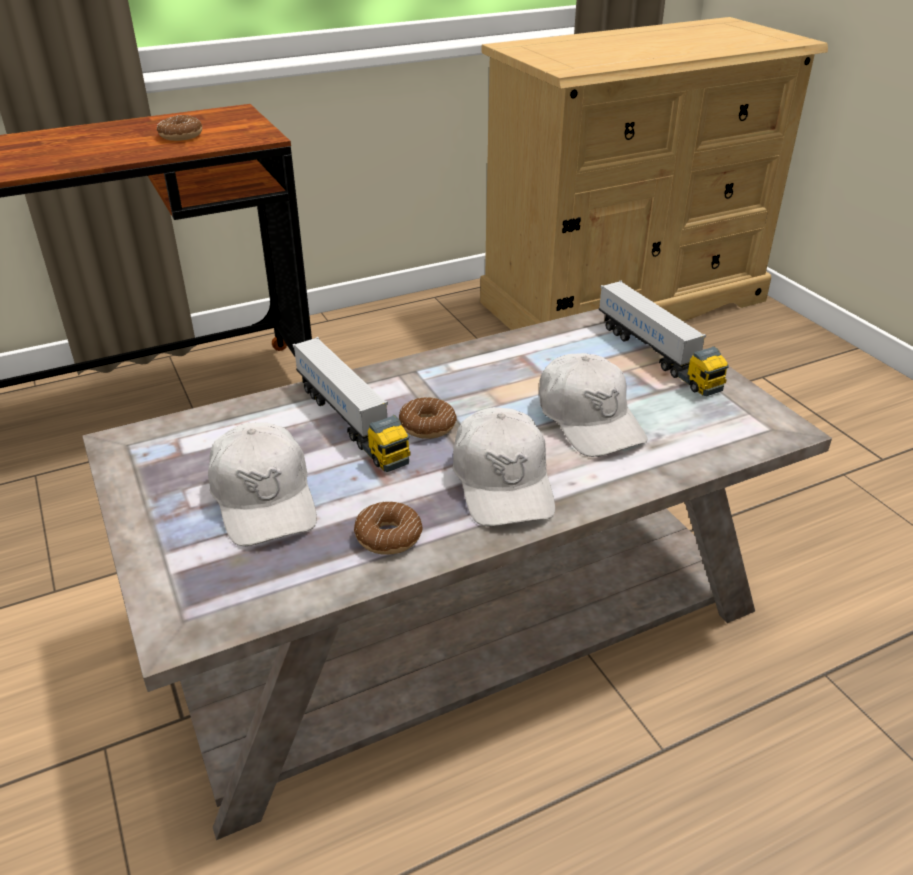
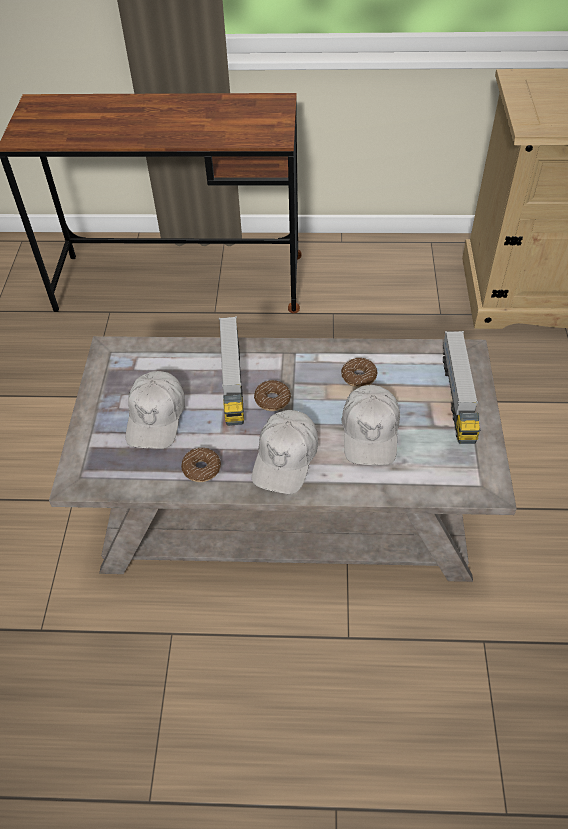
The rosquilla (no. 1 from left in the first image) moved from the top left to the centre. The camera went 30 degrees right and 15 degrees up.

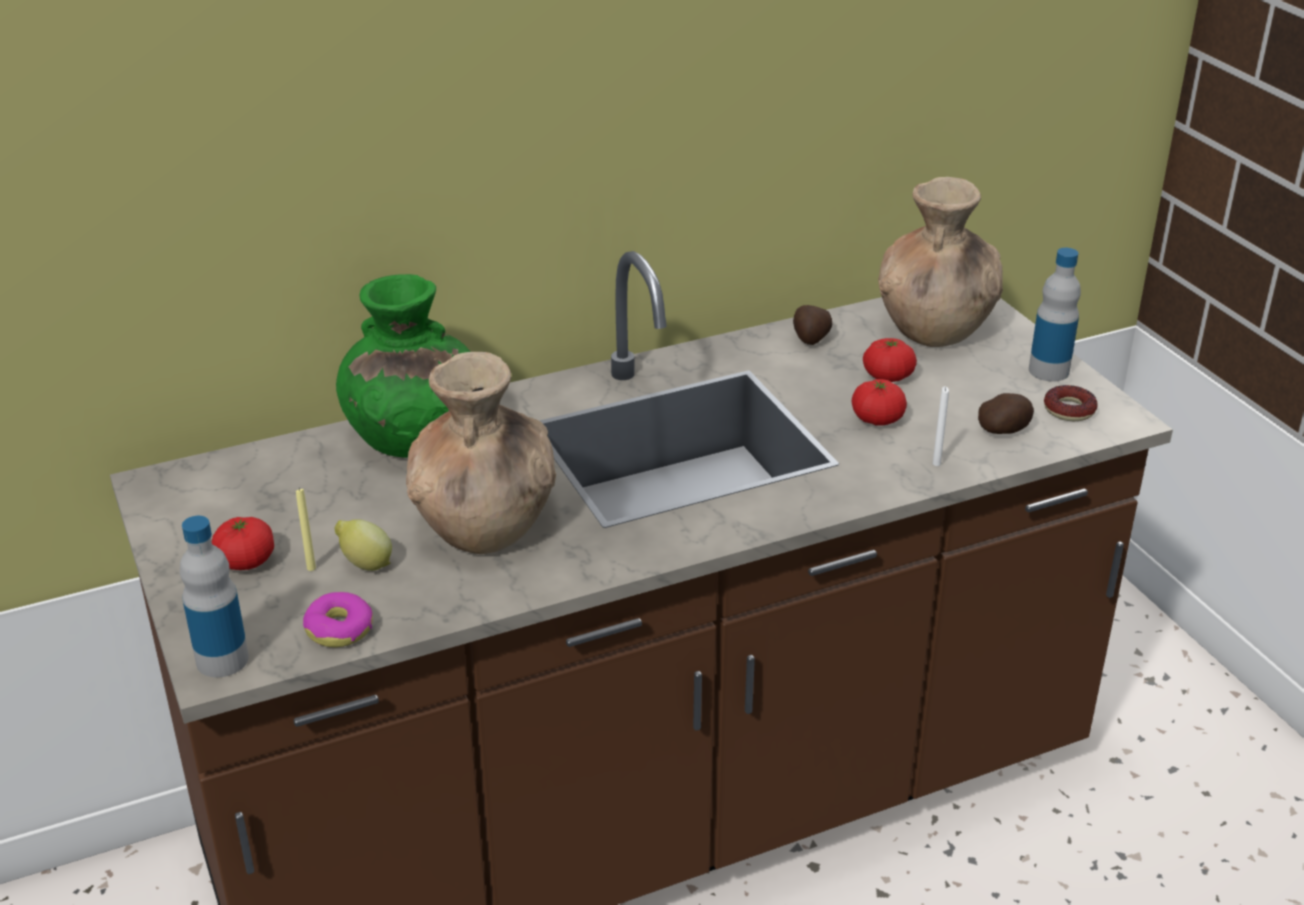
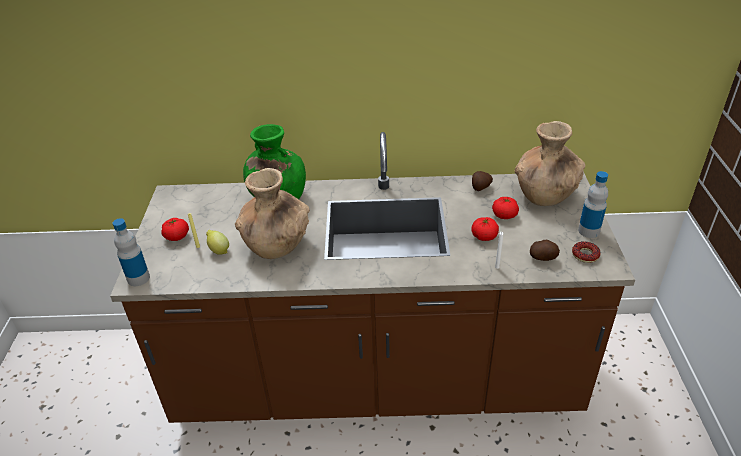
The rosquilla (no. 1 from left) at the bottom left disappeared. The camera went 25 degrees right and 5 degrees up.

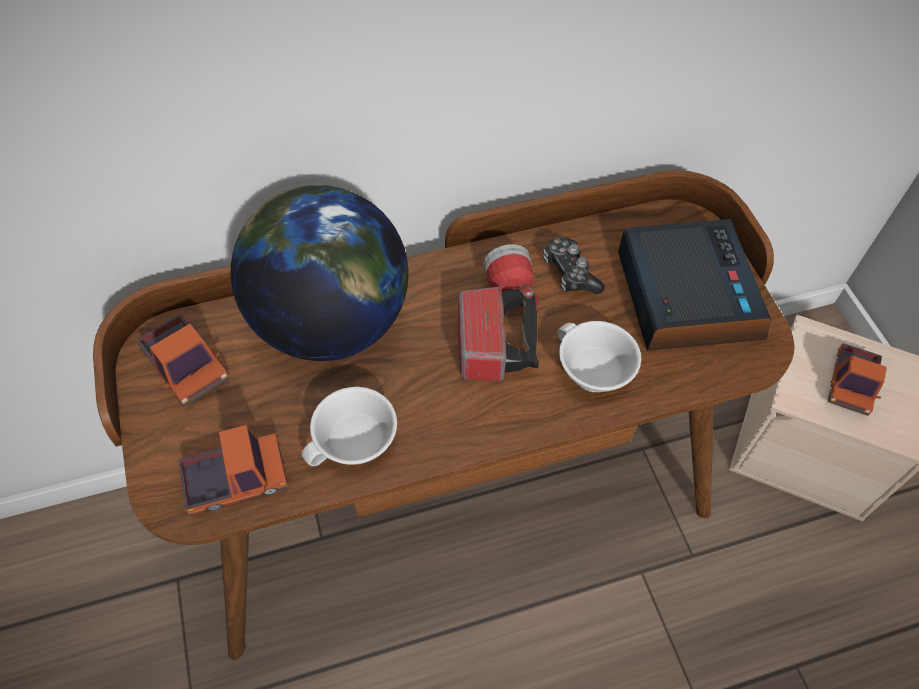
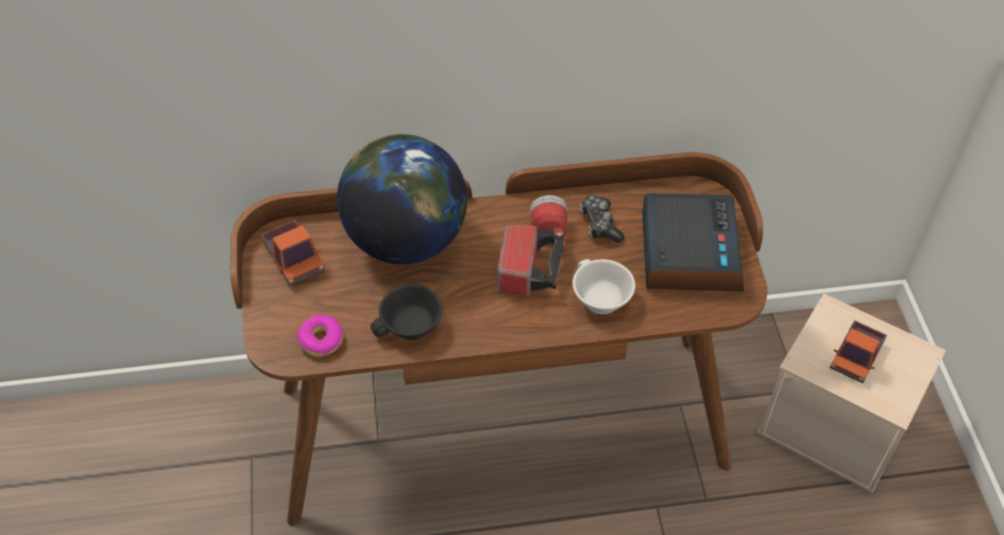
The taza/blanco (no. 1 from left) at the centre became the taza/negro at the centre. The camión de juguete (no. 2 from left) at the bottom left was replaced by the rosquilla at the middle left. The camera went 10 degrees right and 5 degrees down.

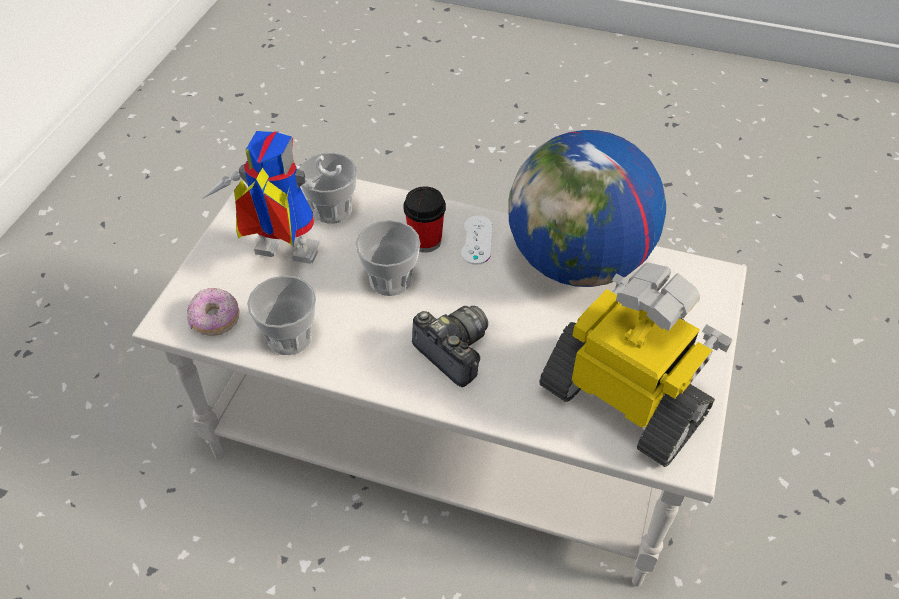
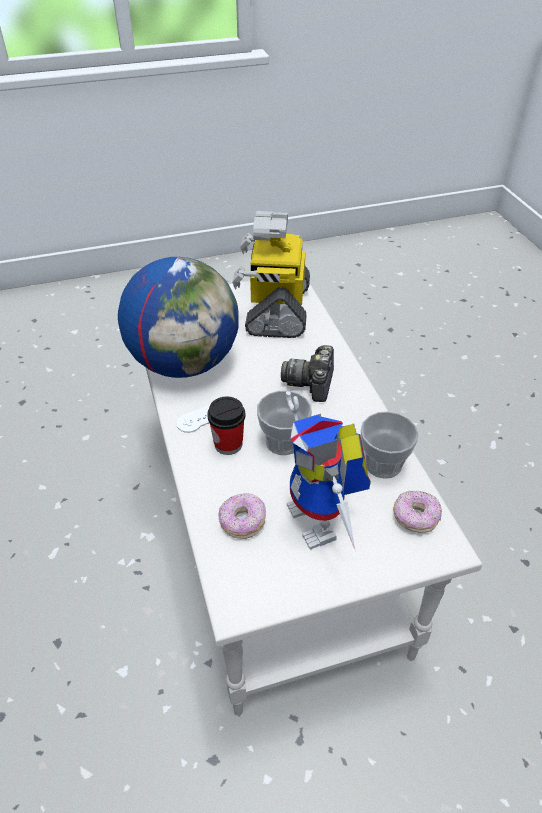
The taza (no. 2 from left) at the top centre was replaced by the rosquilla (no. 1 from left) at the centre. The camera went 125 degrees left and 5 degrees down.

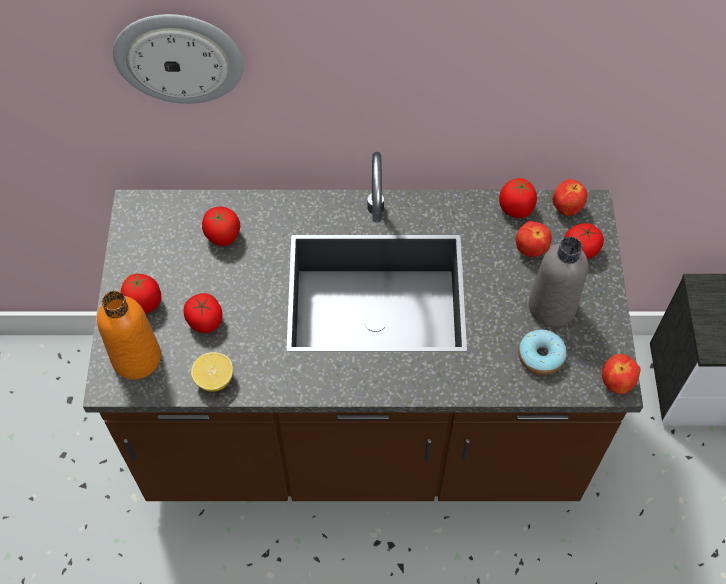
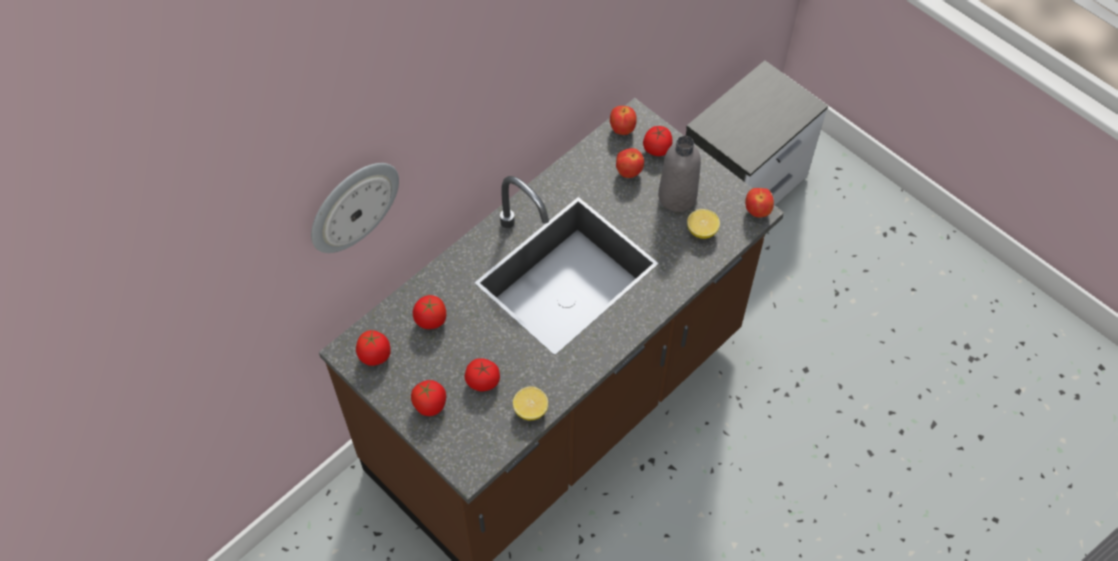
The tomate (no. 4 from left in the first image) moved from the middle right to the centre. The botella/naranja at the middle left disappeared. The rosquilla at the middle right was replaced by the limón (no. 2 from left) at the centre. The camera went 45 degrees left and 0 degrees up.

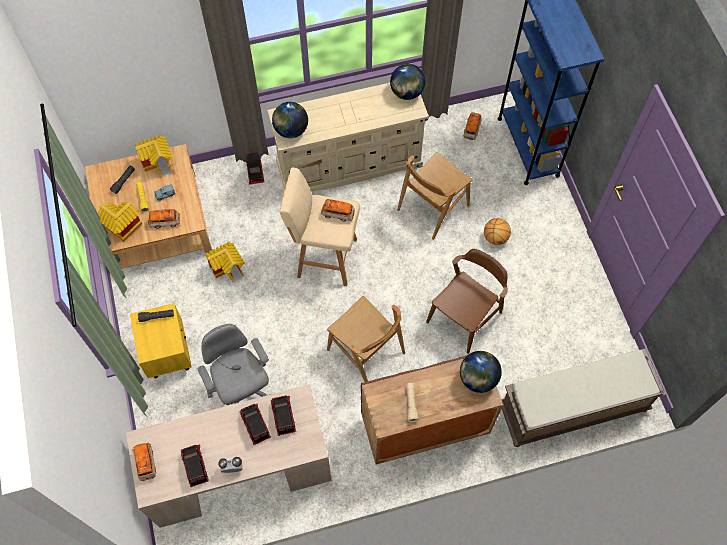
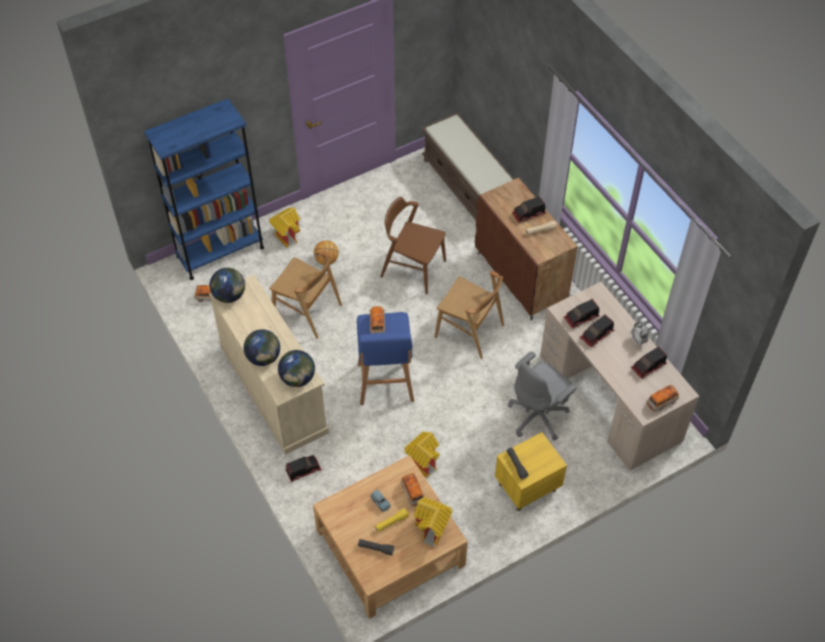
The casita (no. 2 from left in the first image) moved from the top left to the centre. The taburete/beis at the centre became the taburete/azul at the centre. The silla/marrón (no. 1 from left in the first image) at the centre turned 90 degrees clockwise. The globo terráqueo (no. 3 from left in the first image) moved from the bottom centre to the middle left. The camión de juguete (no. 2 from left) at the top centre appeared. The camera went 105 degrees left and 10 degrees down.

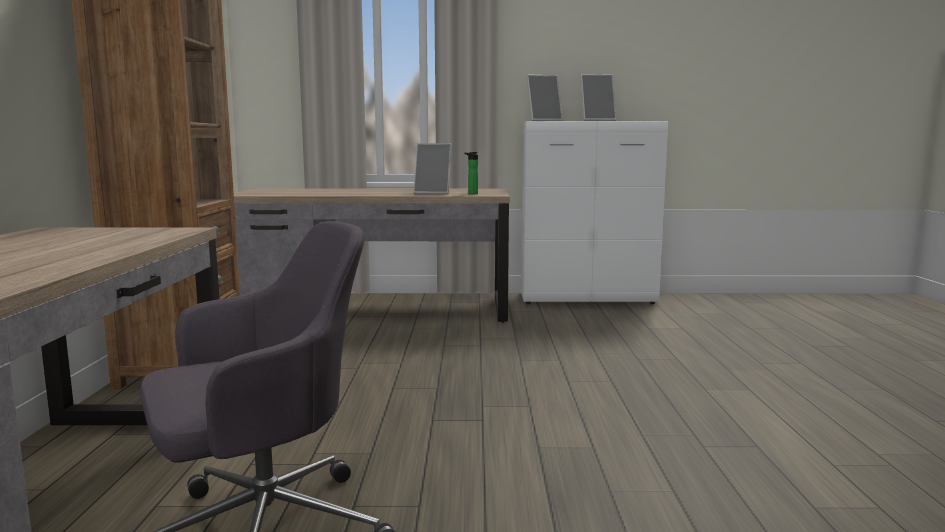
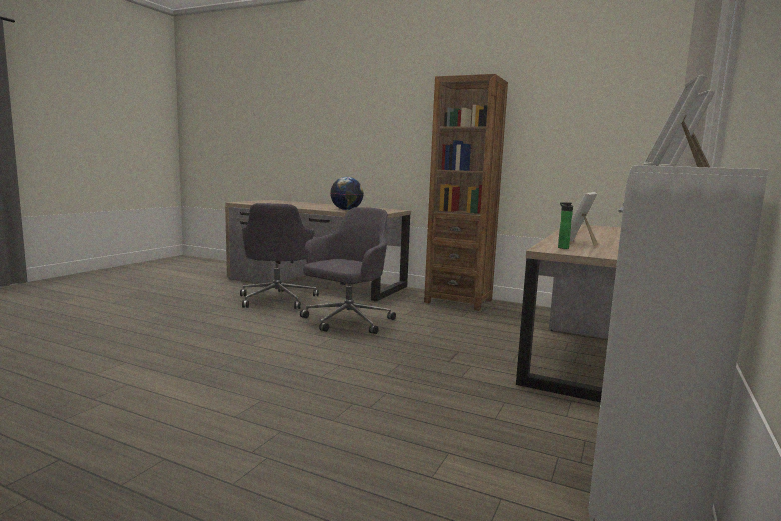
The globo terráqueo at the centre appeared. The silla de oficina/gris (no. 2 from left) at the centre appeared. The camera went 115 degrees right and 0 degrees up.

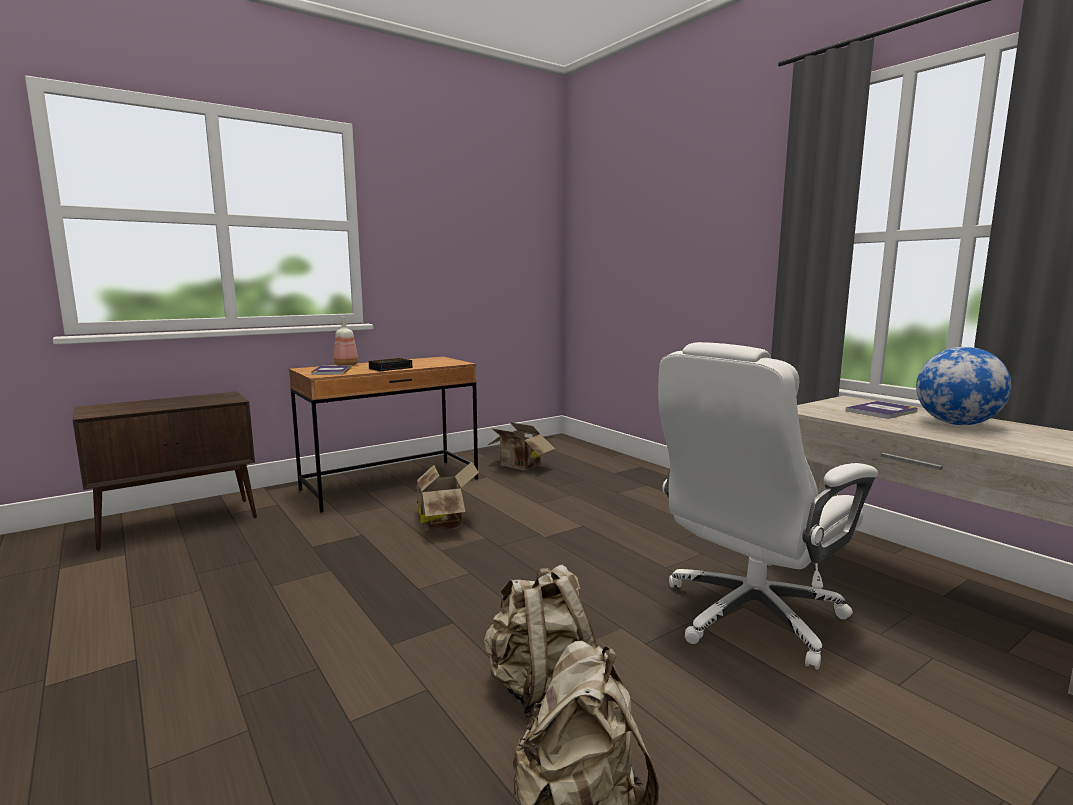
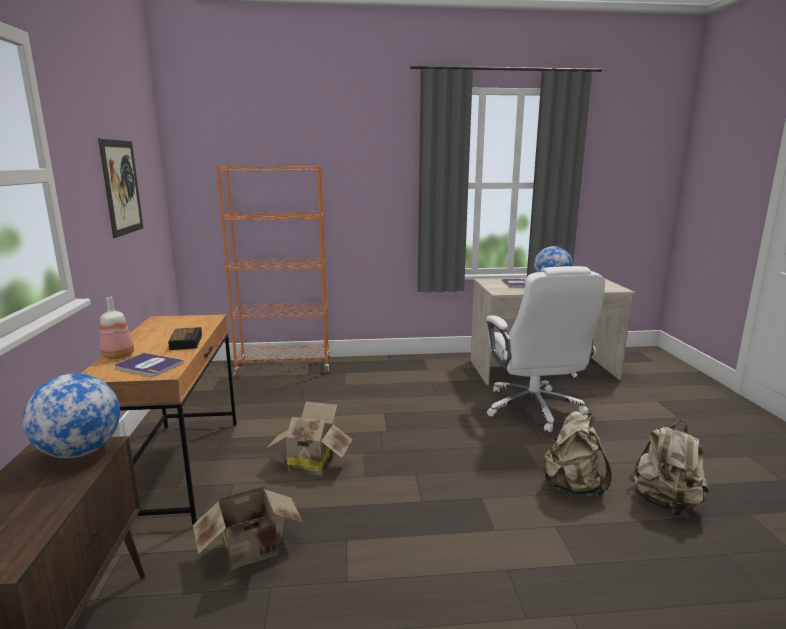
The caja de cartón (no. 2 from left in the first image) moved from the centre to the bottom left. The cuadro at the top left appeared. The estantería/naranja at the centre appeared. The globo terráqueo (no. 1 from left) at the middle left appeared. The camera went 60 degrees left and 5 degrees up.

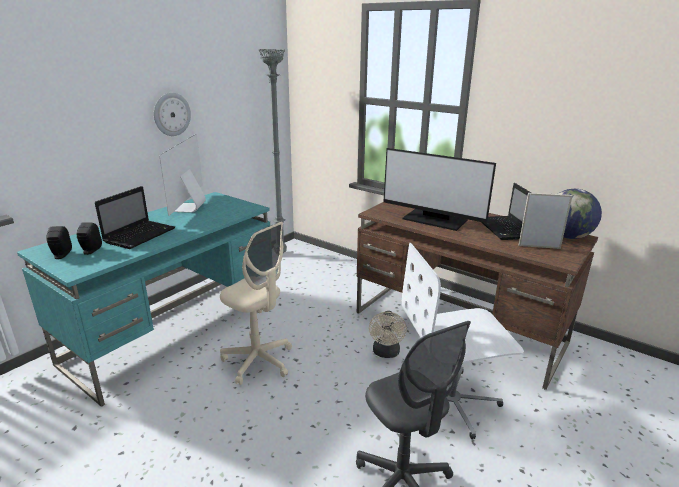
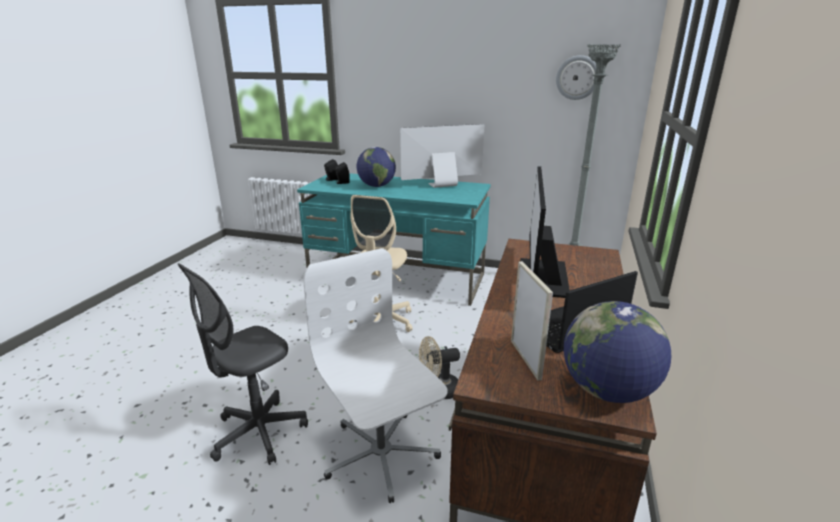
The reloj de pared moved from the top left to the top right. The portátil (no. 1 from left) at the middle left was replaced by the globo terráqueo (no. 1 from left) at the top centre. The camera went 70 degrees right and 0 degrees up.

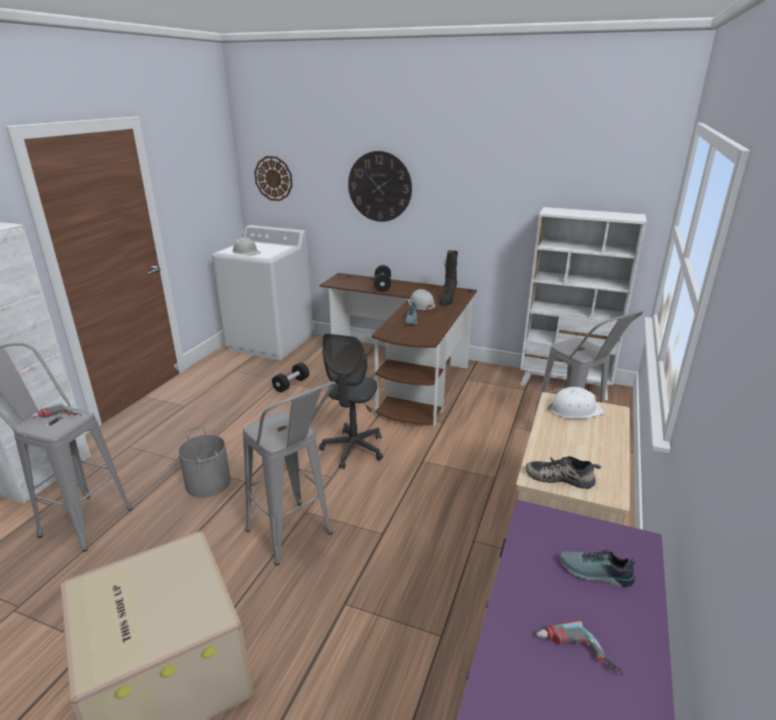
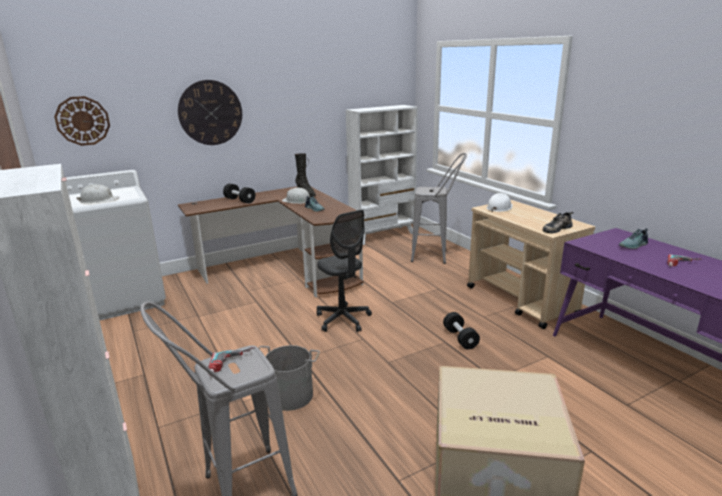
The mancuerna/negro (no. 1 from left in the first image) moved from the centre to the bottom centre. The taburete/gris (no. 2 from left) at the centre disappeared. The camera went 50 degrees left and 5 degrees down.

